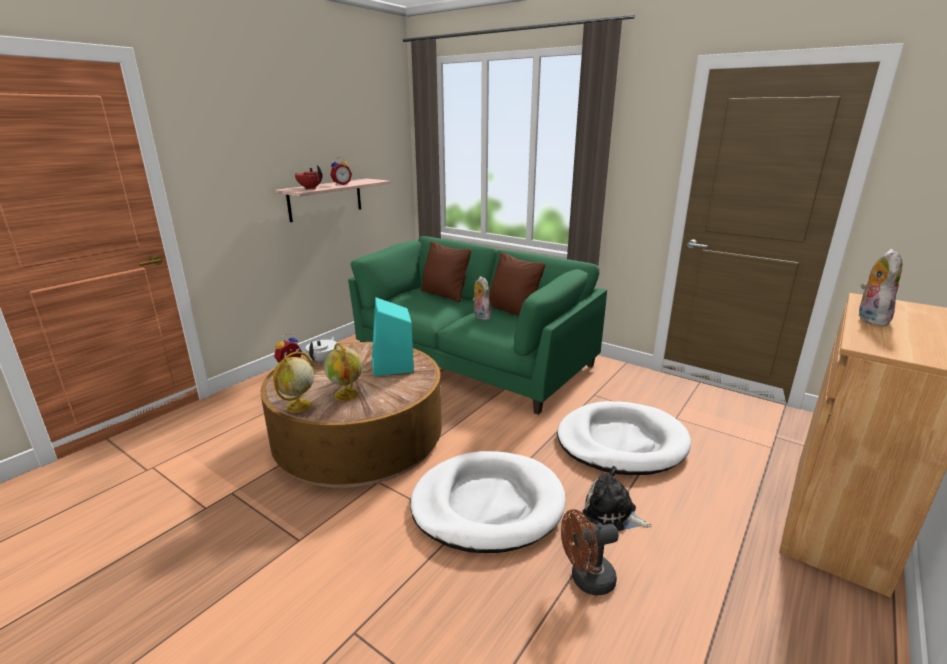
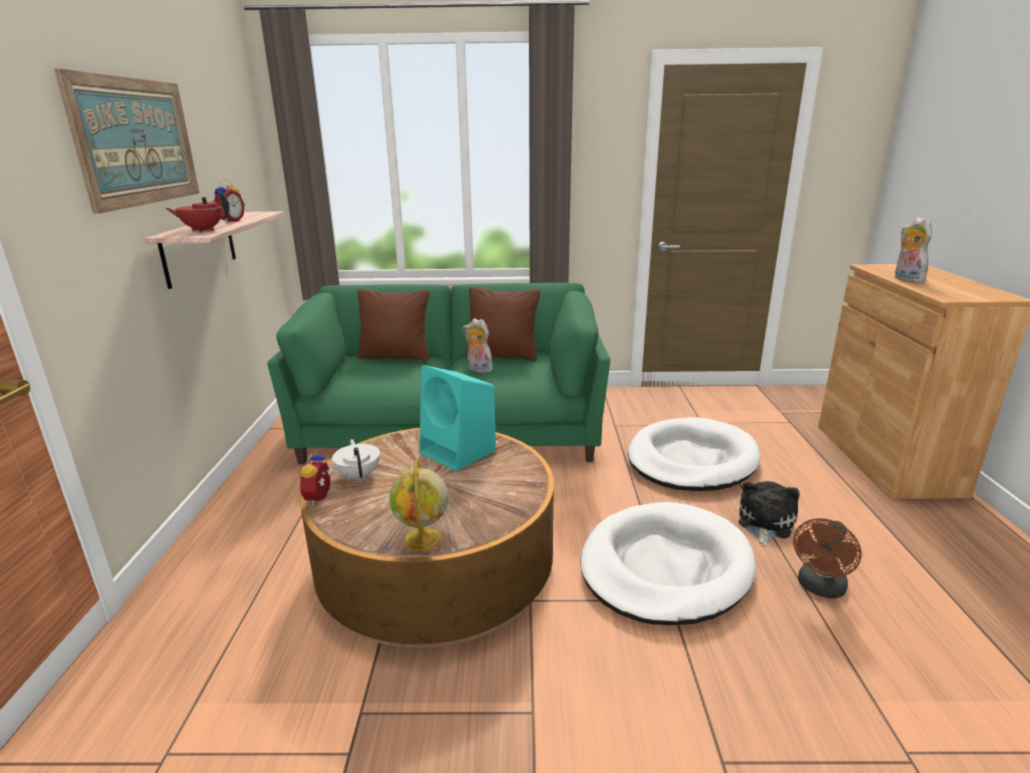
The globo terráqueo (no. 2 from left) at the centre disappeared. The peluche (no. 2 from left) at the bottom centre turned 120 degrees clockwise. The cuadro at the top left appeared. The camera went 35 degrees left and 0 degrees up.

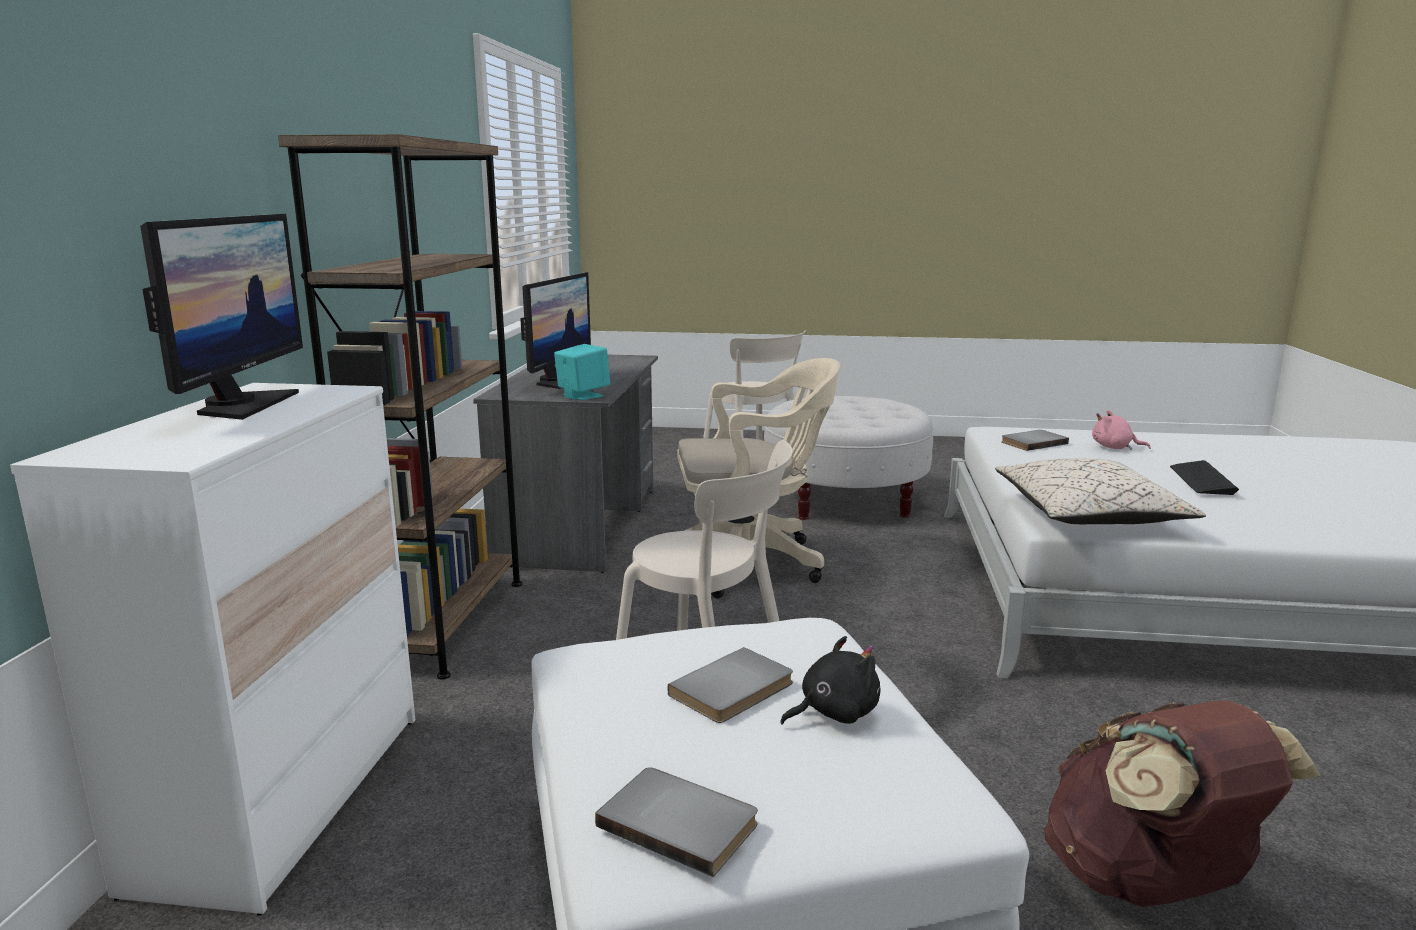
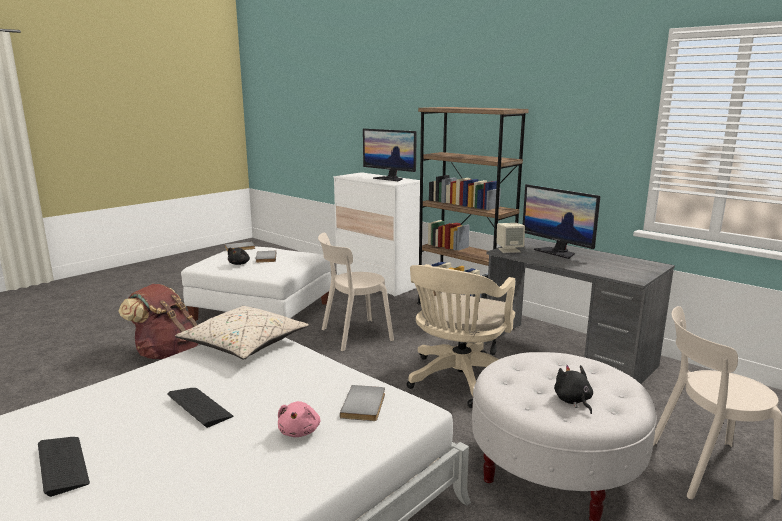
The altavoz/turquesa at the centre became the altavoz/beis at the centre. The peluche/rosa at the middle right turned 120 degrees clockwise. The peluche/negro (no. 2 from left) at the bottom right appeared. The teclado (no. 1 from left) at the bottom left appeared. The camera went 125 degrees right and 0 degrees up.

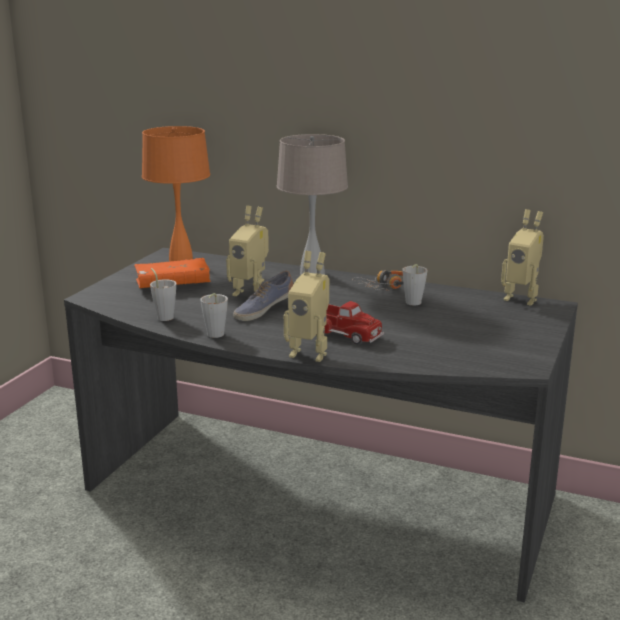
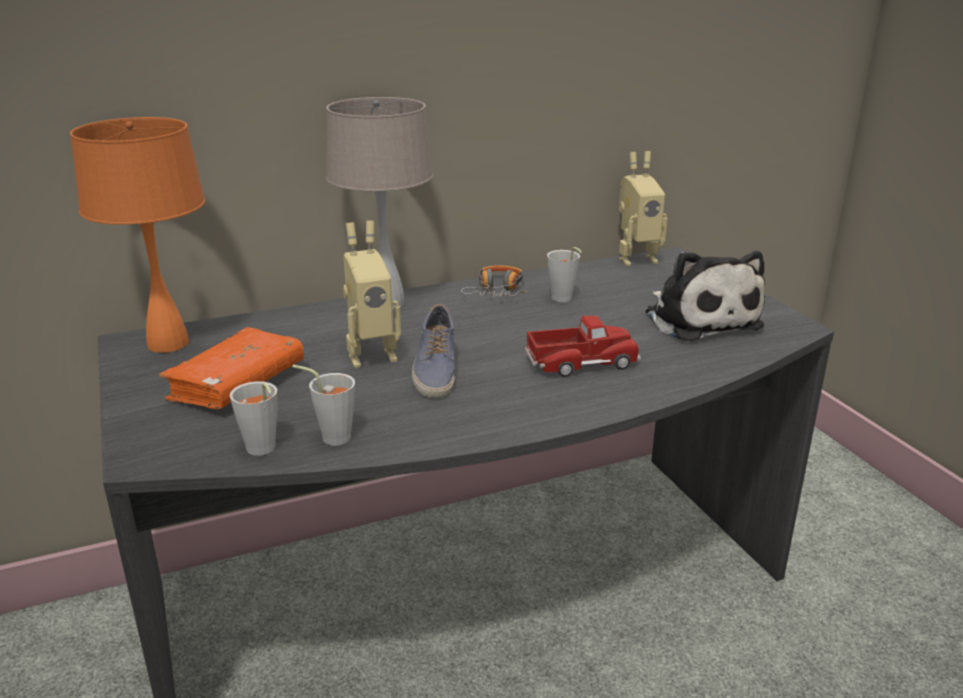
The robot de juguete (no. 2 from left) at the centre disappeared. The taza/gris (no. 2 from left in the first image) moved from the centre to the middle left. The peluche at the middle right appeared. The camera went 45 degrees left and 5 degrees up.

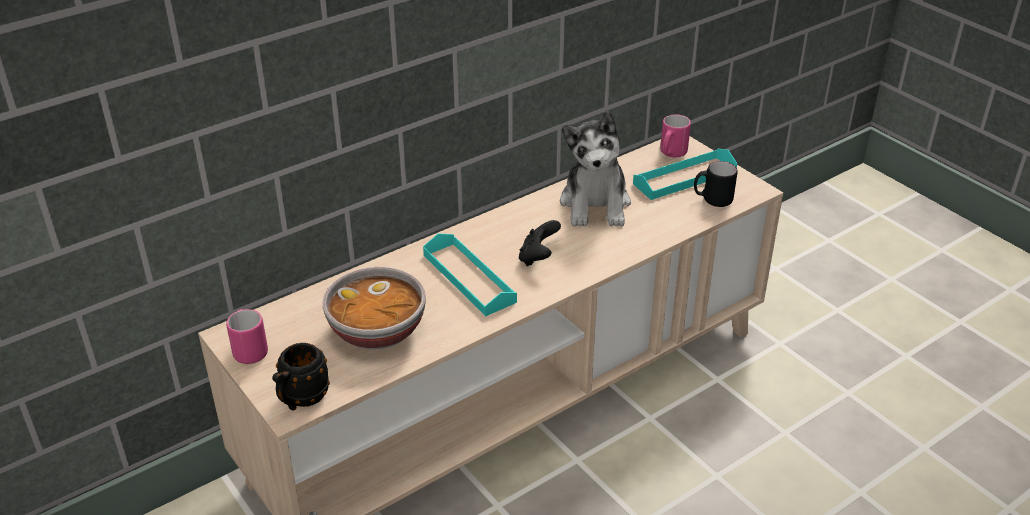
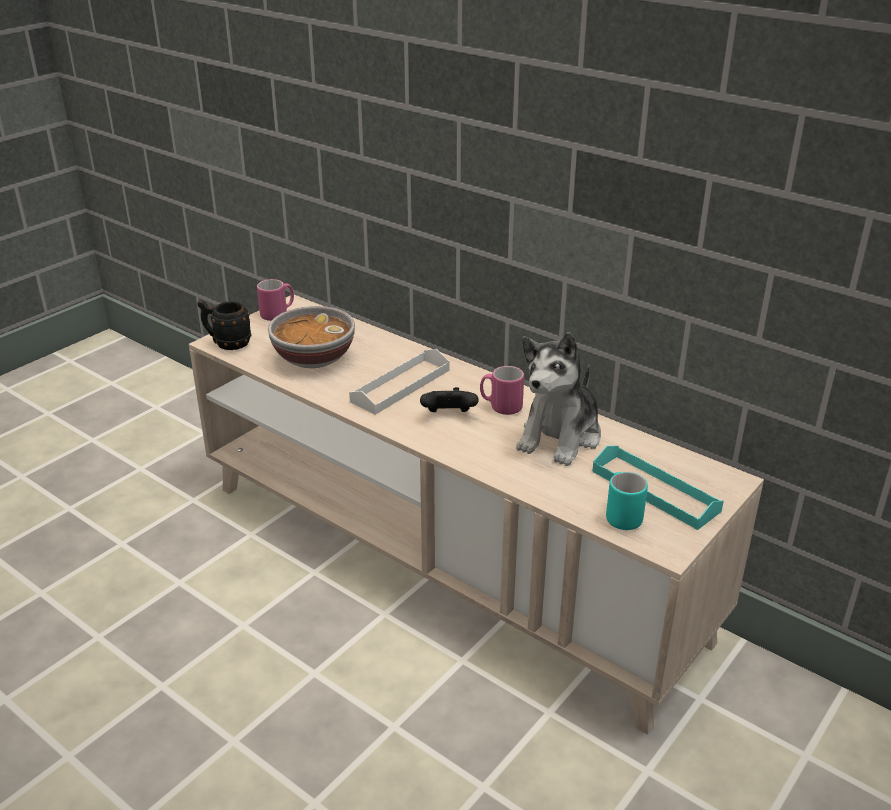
The peluche at the top centre turned 45 degrees counterclockwise. The taza grande/rosa (no. 2 from left) moved from the top centre to the centre. The taza grande/negro (no. 2 from left) at the middle right became the taza grande/turquesa at the middle right. The bandeja/turquesa (no. 1 from left) at the centre became the bandeja/blanco at the centre. The camera went 75 degrees right and 5 degrees down.

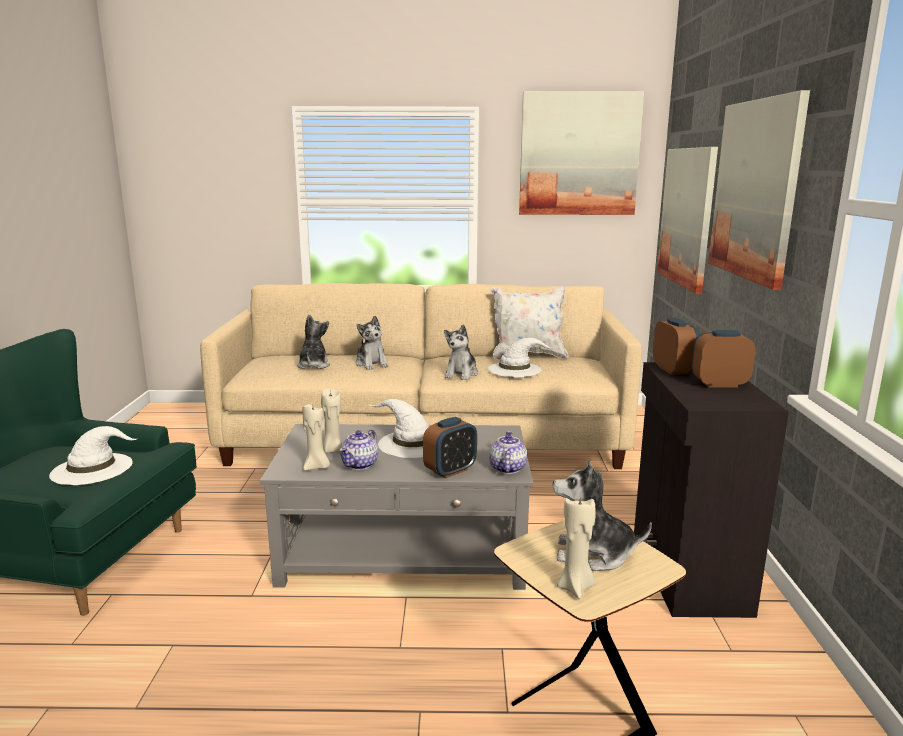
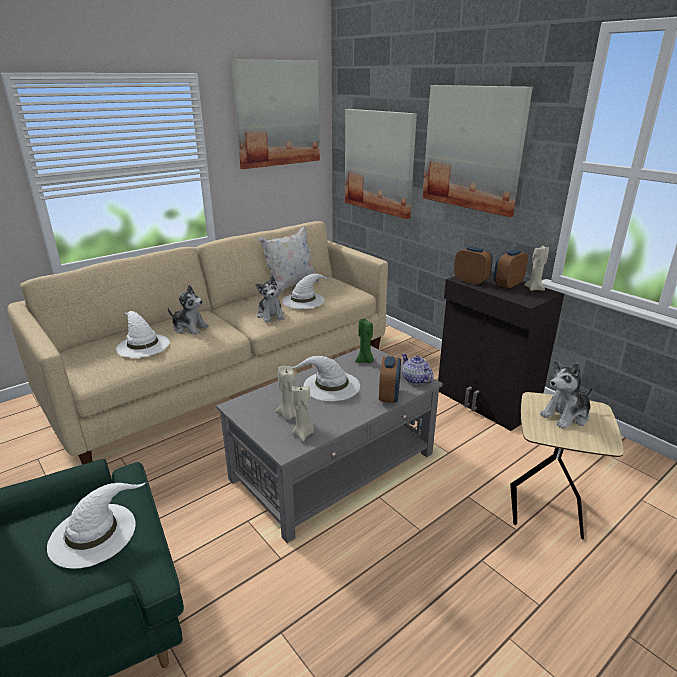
The peluche (no. 1 from left) at the centre was replaced by the sombrero/blanco (no. 2 from left) at the middle left. The tetera (no. 1 from left) at the centre disappeared. The vela/beis (no. 3 from left) moved from the bottom centre to the middle right. The vela/verde at the centre appeared. The camera went 40 degrees left and 10 degrees up.

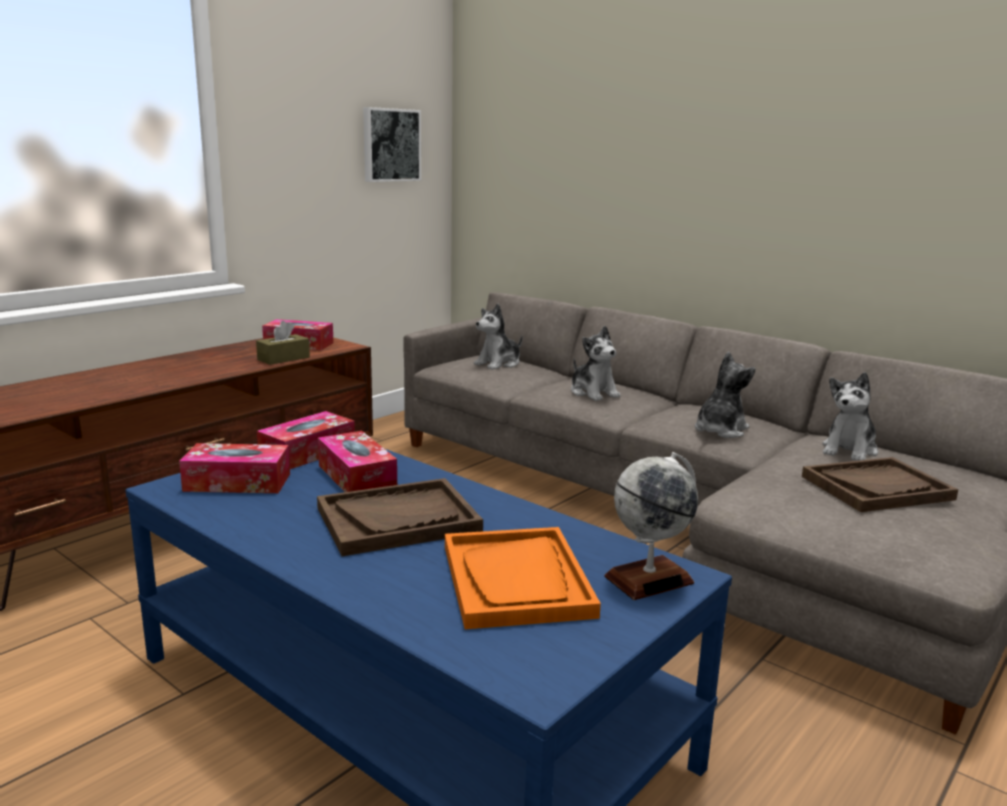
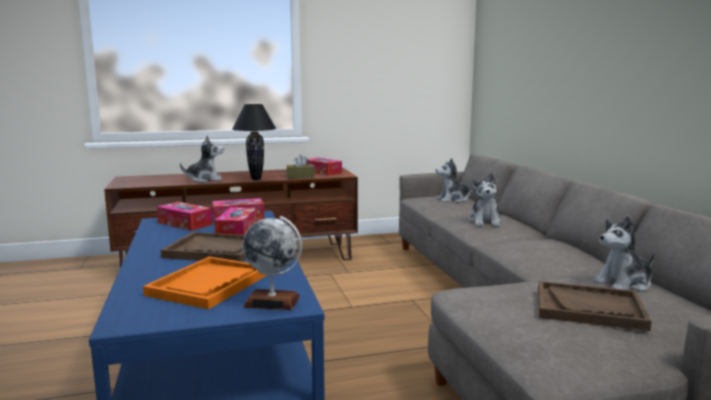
The cuadro at the top centre disappeared. The peluche (no. 3 from left in the first image) moved from the middle right to the middle left. The lámpara de mesa/negro at the centre appeared. The camera went 35 degrees right and 5 degrees down.

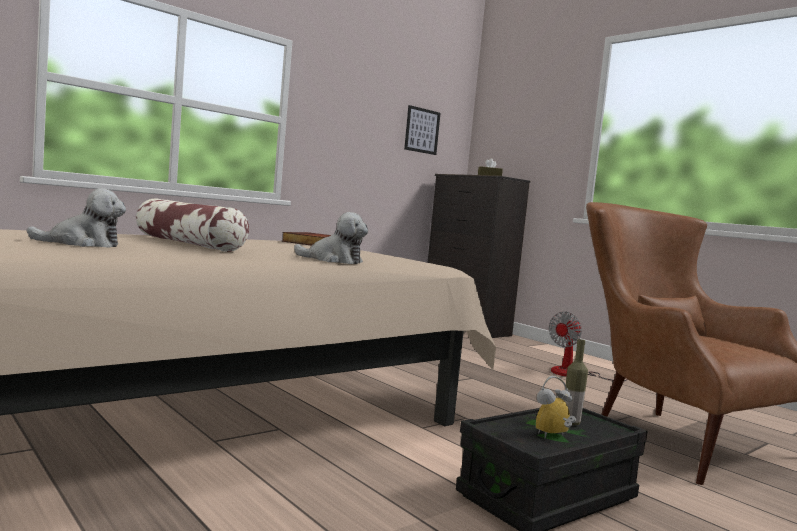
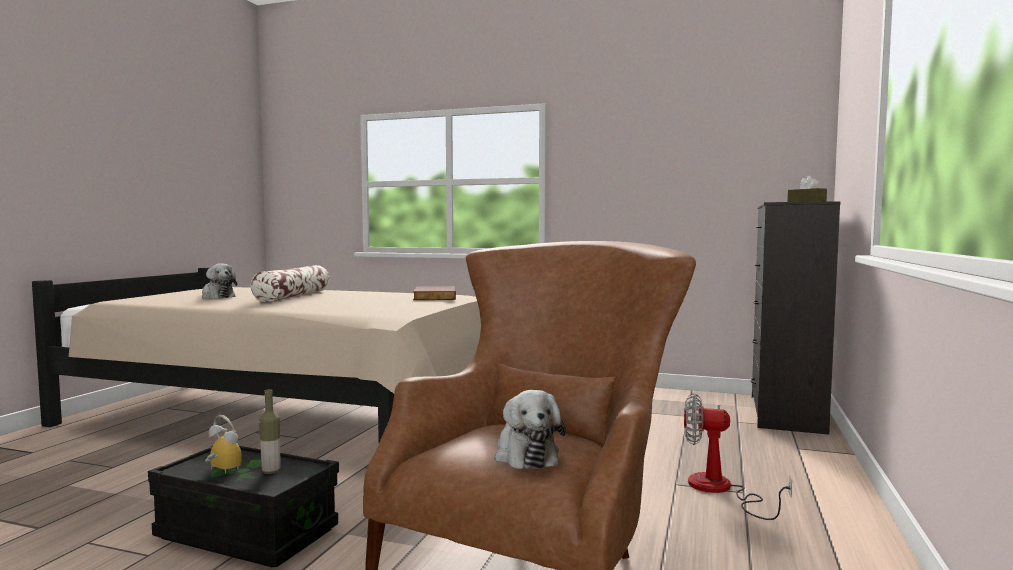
The cuadro at the top centre disappeared. The peluche (no. 2 from left) moved from the centre to the bottom centre. The camera went 60 degrees right and 0 degrees up.

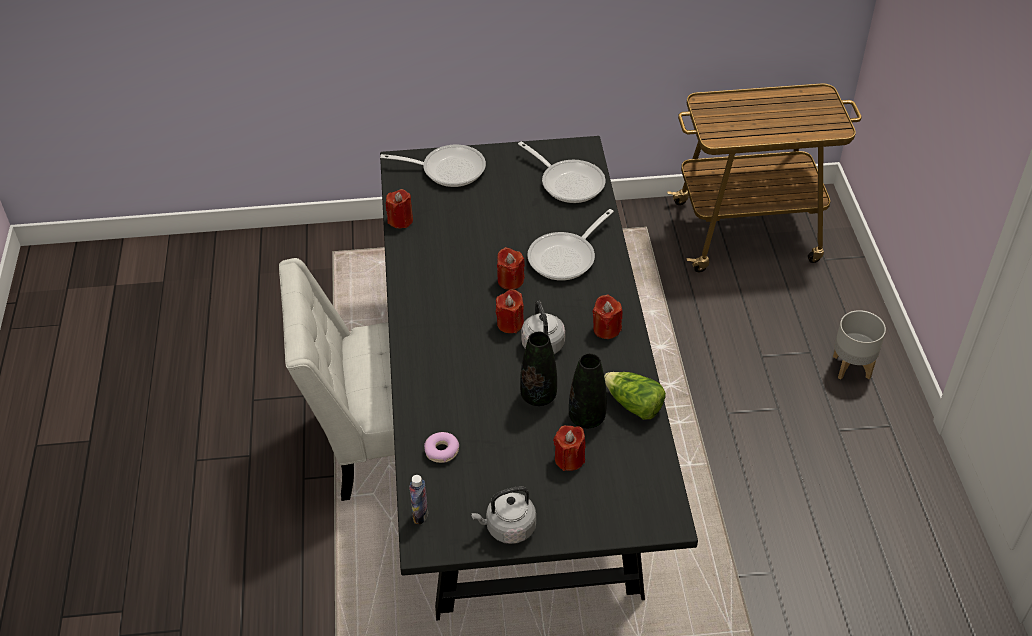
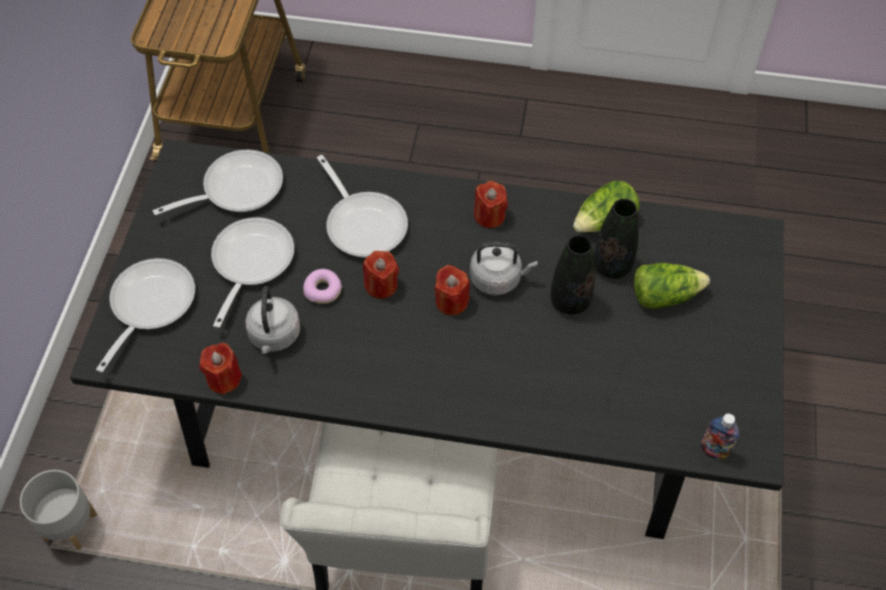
The maceta/gris moved from the middle right to the bottom left. The vela/rojo (no. 4 from left) at the bottom centre was replaced by the lechuga (no. 2 from left) at the middle right. The rosquilla moved from the bottom centre to the centre. The hervidor/gris (no. 1 from left) moved from the bottom centre to the middle left. The sartén (no. 3 from left) at the middle left appeared. The camera went 75 degrees left and 10 degrees up.

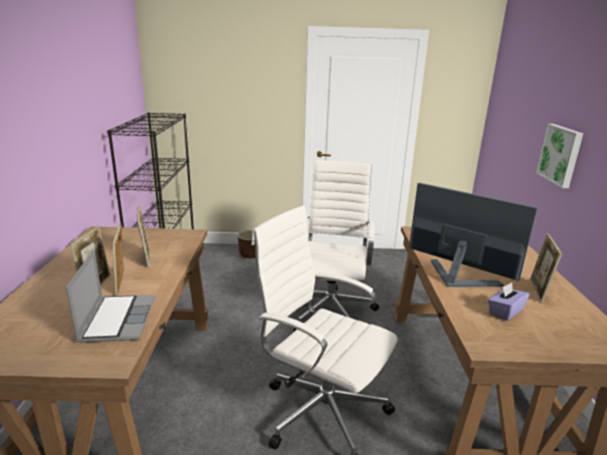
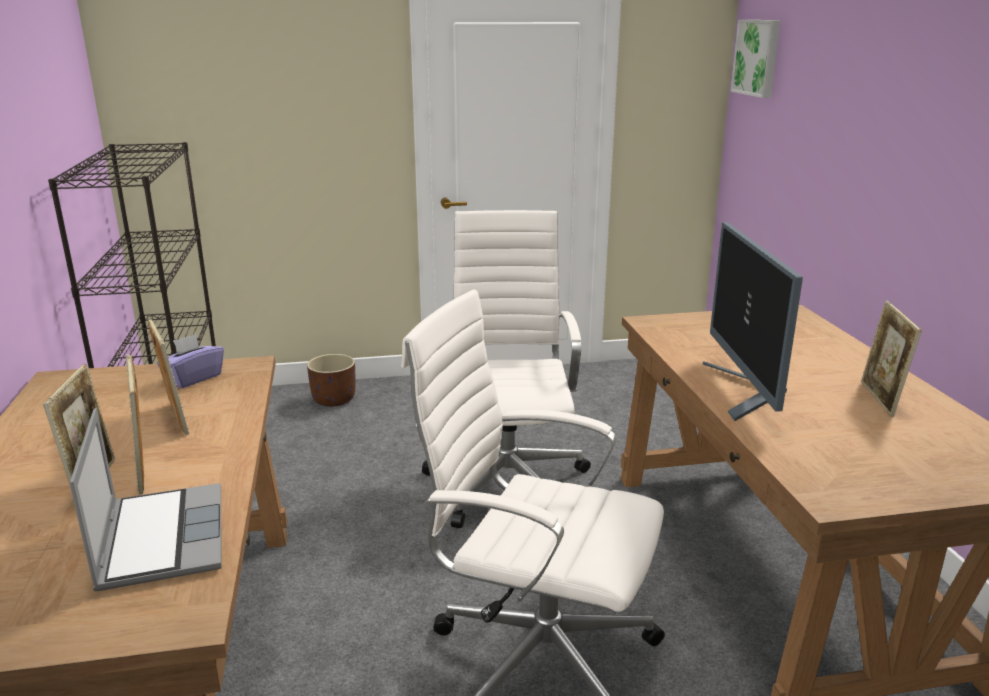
The cuadro moved from the middle right to the top right. The monitor at the middle right turned 120 degrees counterclockwise. The caja de pañuelos/morado moved from the middle right to the middle left. The camera went 10 degrees left and 0 degrees up.

